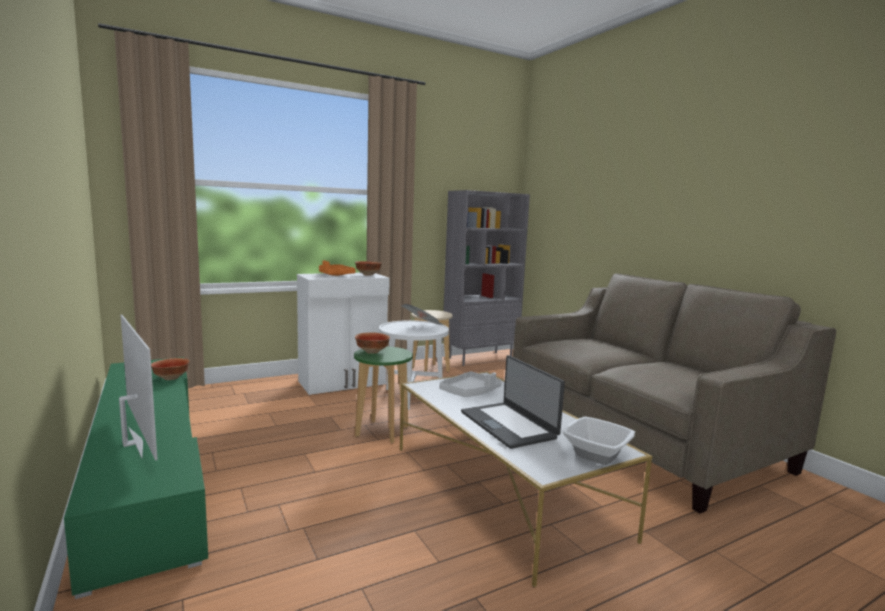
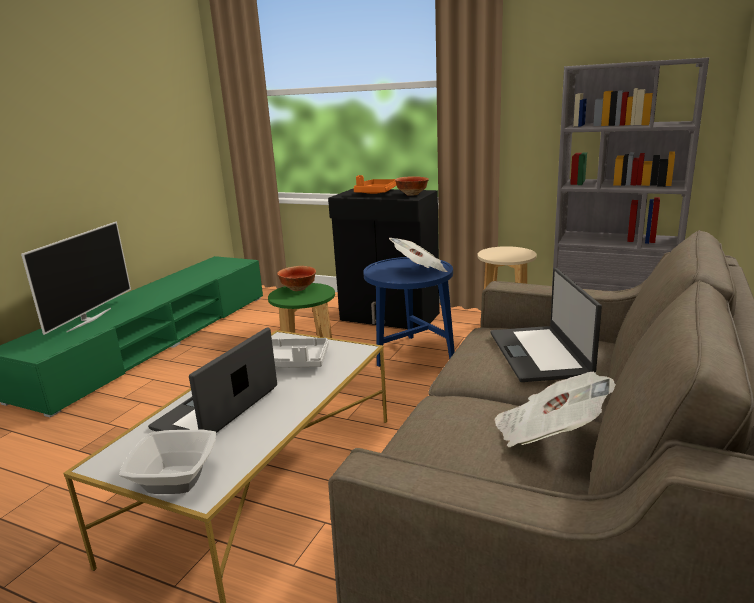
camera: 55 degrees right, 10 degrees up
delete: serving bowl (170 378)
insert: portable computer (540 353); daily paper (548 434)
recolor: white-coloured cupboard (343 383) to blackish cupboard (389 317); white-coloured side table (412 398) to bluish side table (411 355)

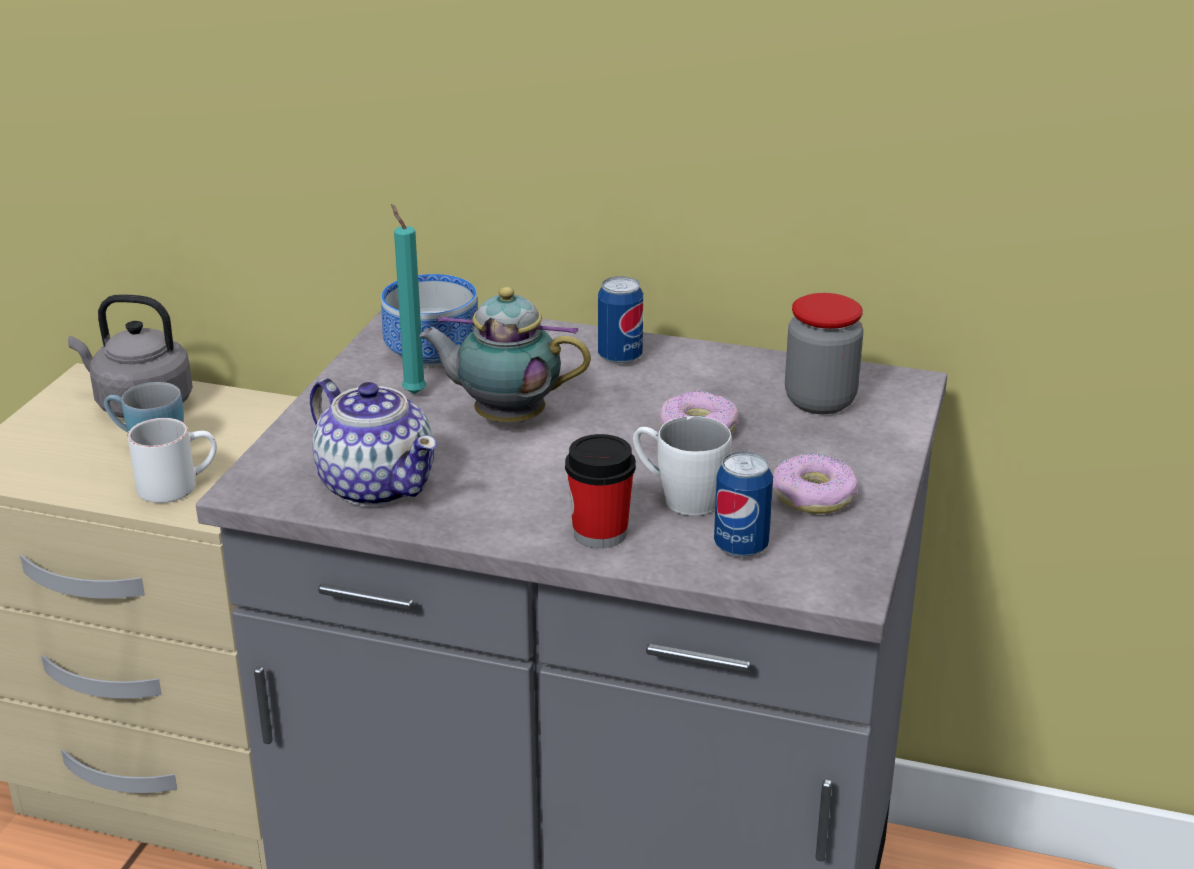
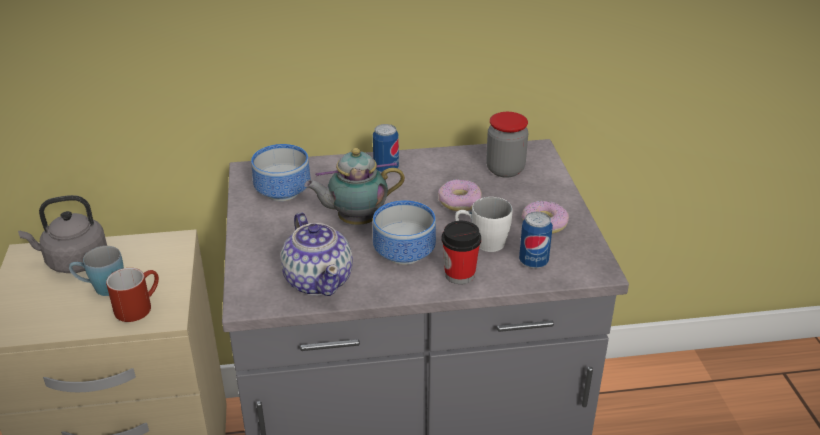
camera: 25 degrees left, 5 degrees up
delete: turquoise-coloured candle (412 392)
insert: serving bowl (402 254)
recolor: white-coloured coffee mug (178 484) to red-coloured coffee mug (138 306)
rotate: tea pot (377 485) = (318 280) 45 degrees clockwise

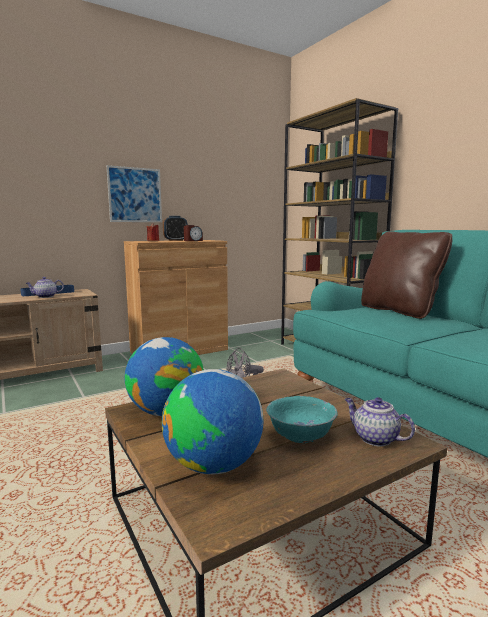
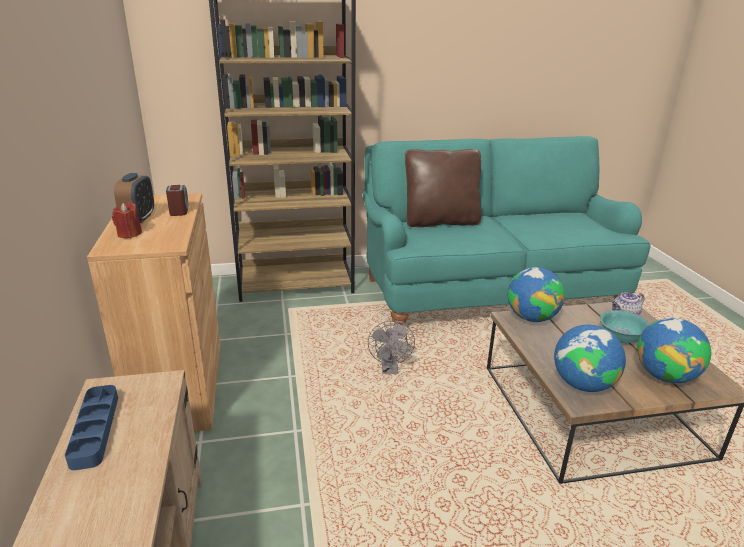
camera: 70 degrees left, 15 degrees up
delete: tea pot (45 296); picture (135 195)
insert: desk globe (531 318)

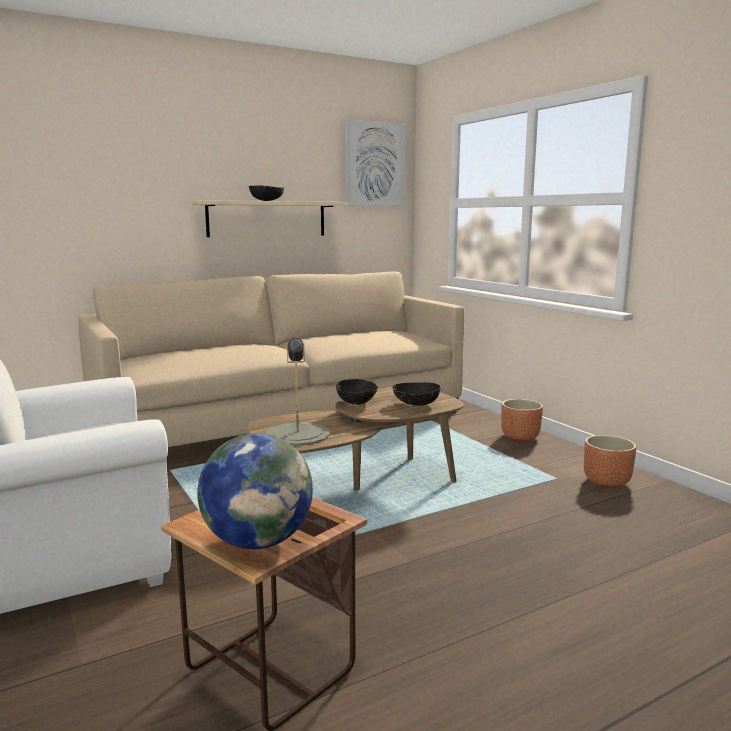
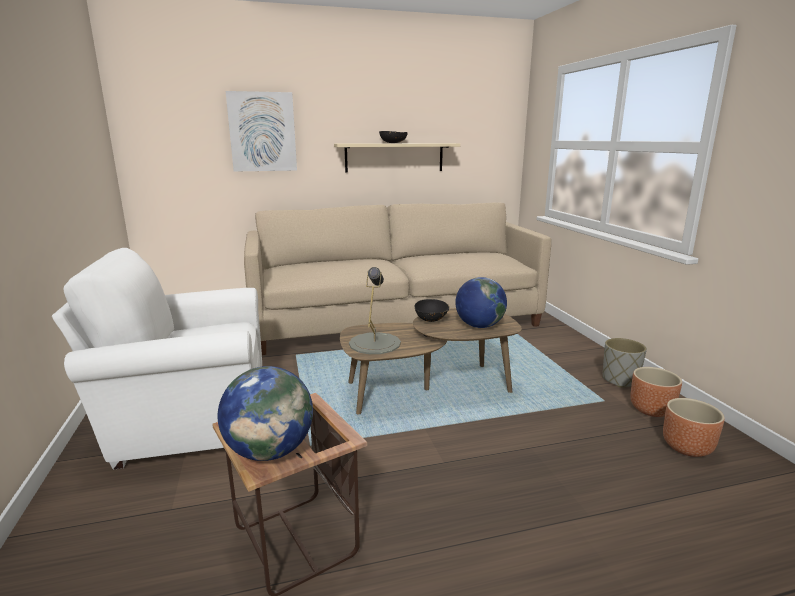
camera: 15 degrees right, 5 degrees up
insert: greyish planter (619 380)
move: picture (374 164) to (262 132); brownish planter (520 437) to (686 447)
replace: blackish serving bowl (415 404) to desk globe (479 326)

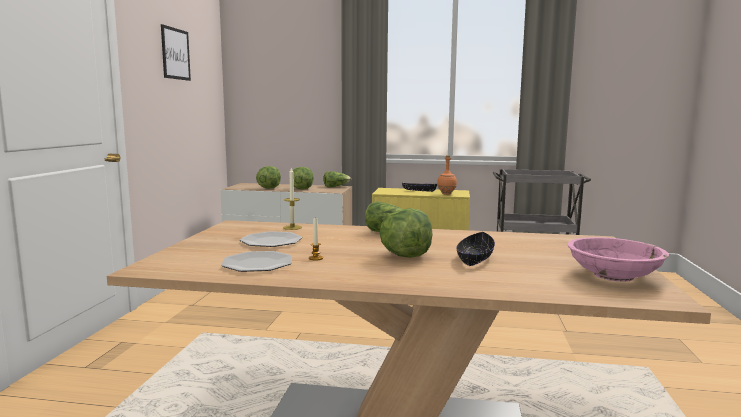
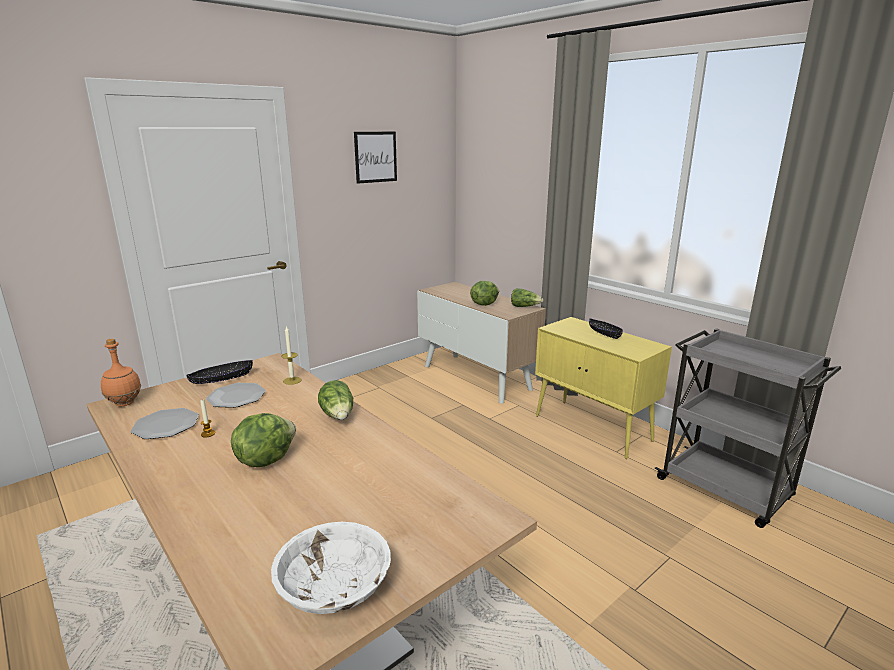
camera: 40 degrees right, 10 degrees up
delete: lettuce (269 188)
move: orange-coloured drink bottle (446 194) to (125 403); blackish serving bowl (475 258) to (222 379)
recolor: pink-coloured serving bowl (614 276) to white-coloured serving bowl (334 590)

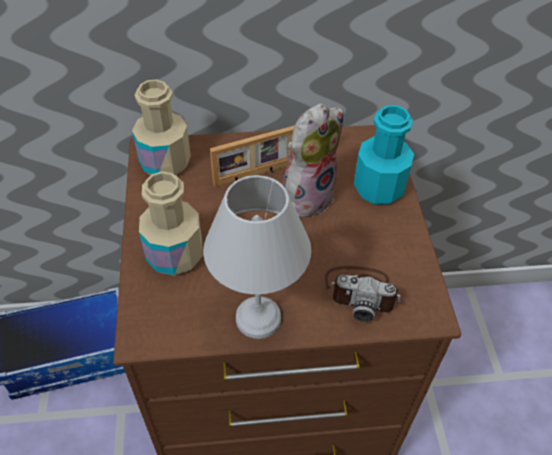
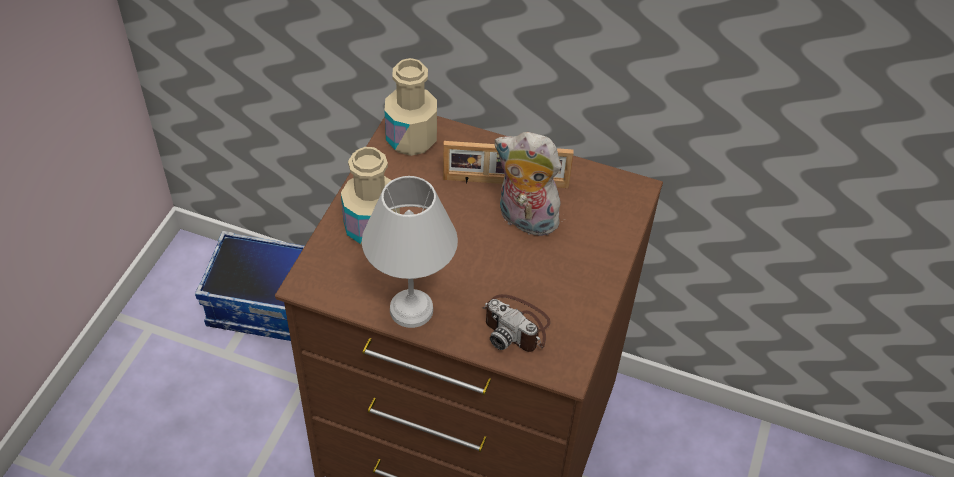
camera: 25 degrees right, 0 degrees up
delete: turquoise-coloured drink bottle (379 188)
rotate: soft toy (307 195) = (524 220) 135 degrees counterclockwise

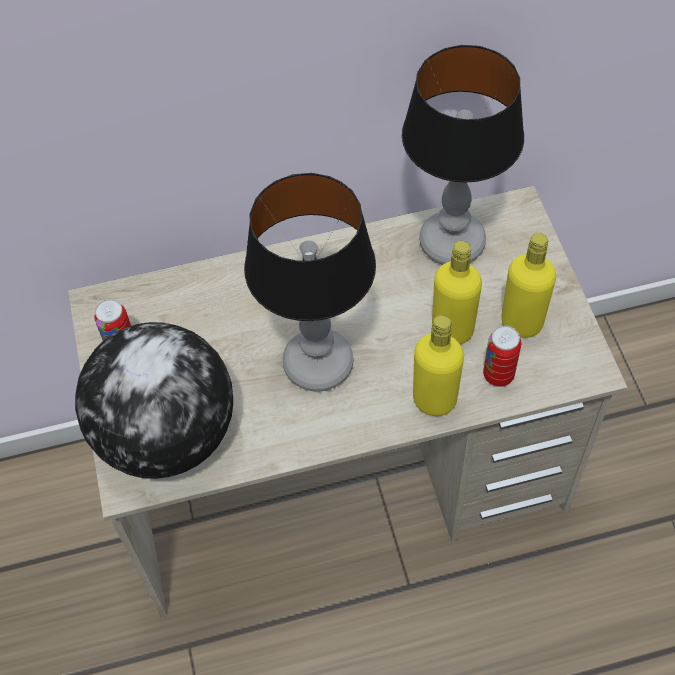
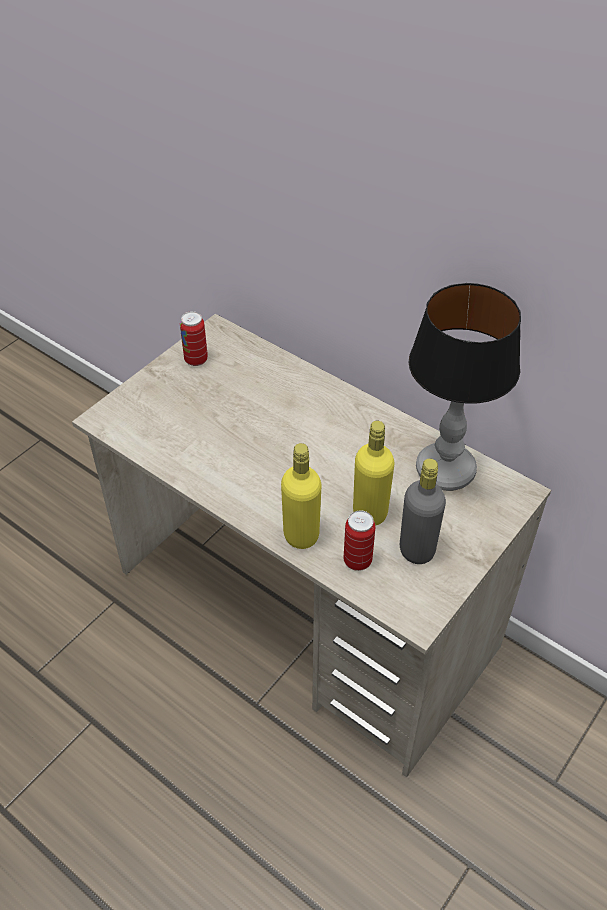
camera: 50 degrees right, 10 degrees down
delete: desk globe (168 434); lamp for a table (316 364)
recolor: yellow drink bottle (521 323) to greyish drink bottle (417 550)

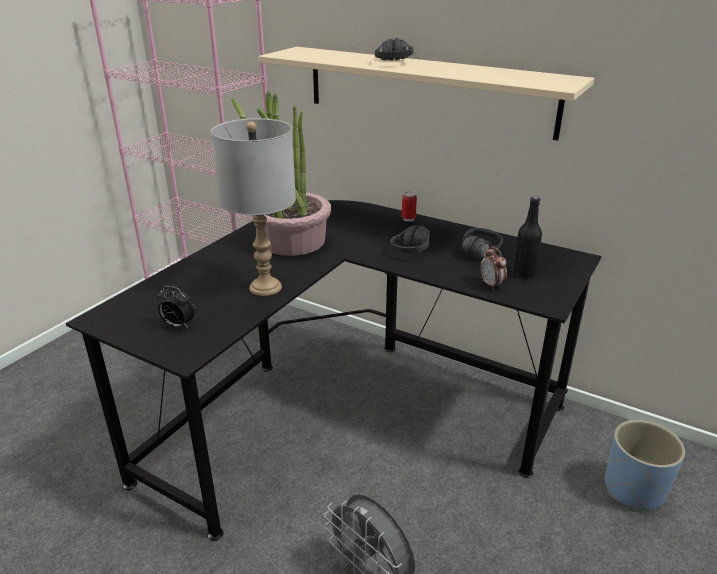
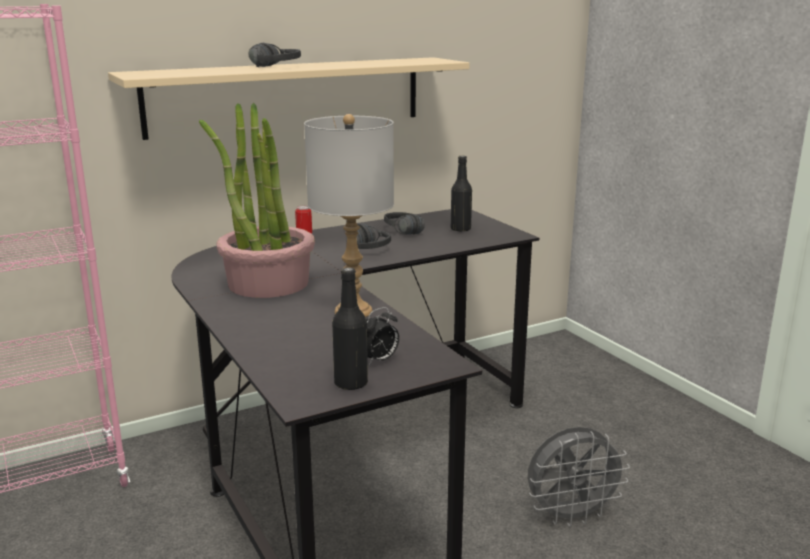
camera: 60 degrees left, 10 degrees down
delete: alarm clock (491 285); bluish planter (634 490)
insert: blackish drink bottle (351 383)

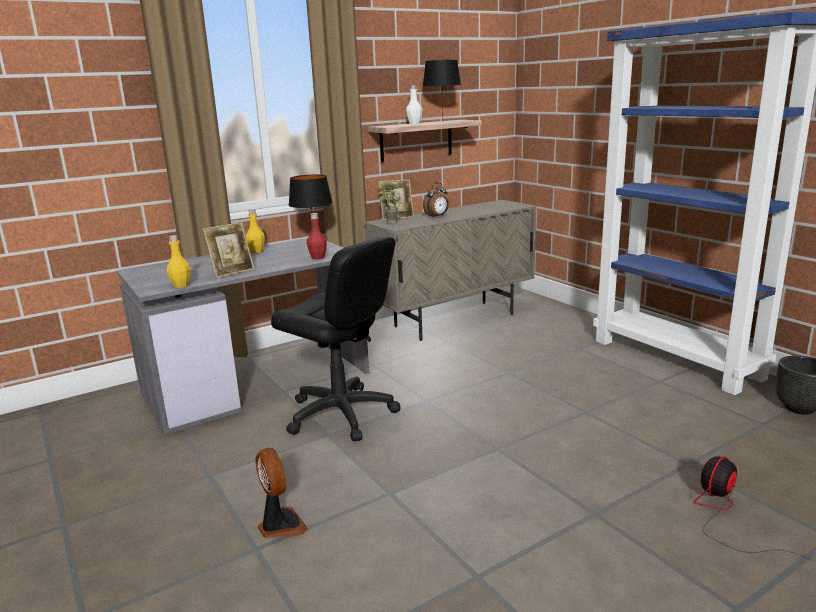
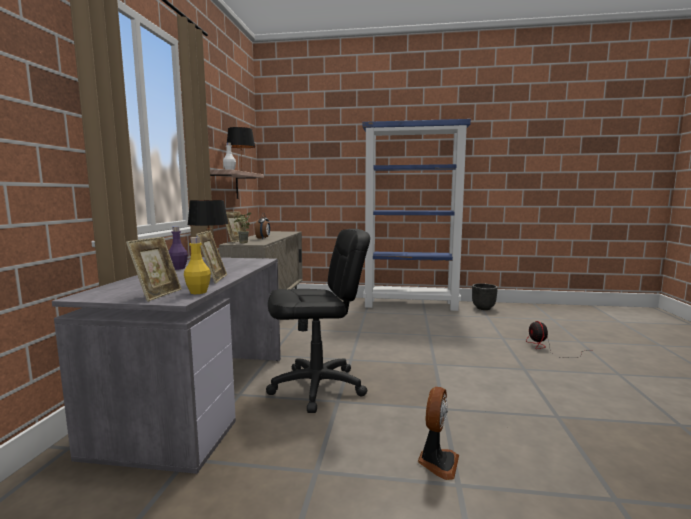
camera: 50 degrees left, 10 degrees down
delete: red-coloured drink bottle (317 257)
insert: picture frame (158 295)
recolor: yellow drink bottle (256 251) to purple drink bottle (178 268)
rotate: fan (280 526) = (437 462) 105 degrees clockwise

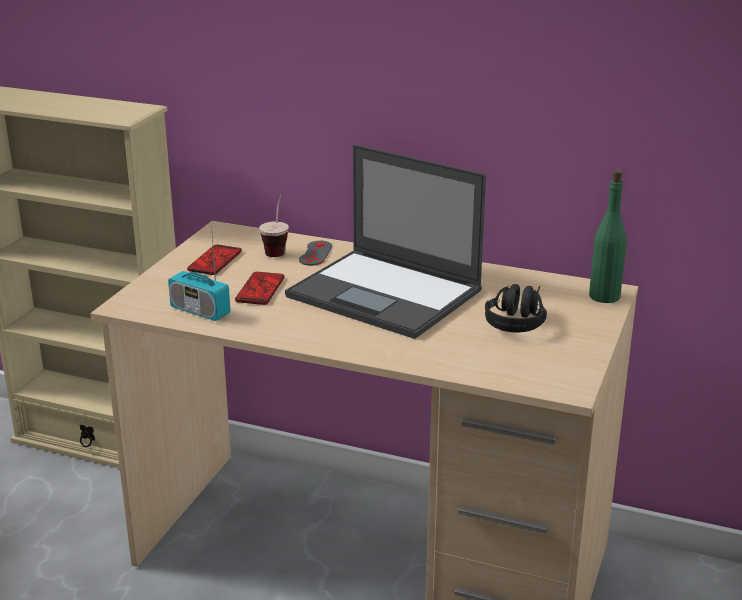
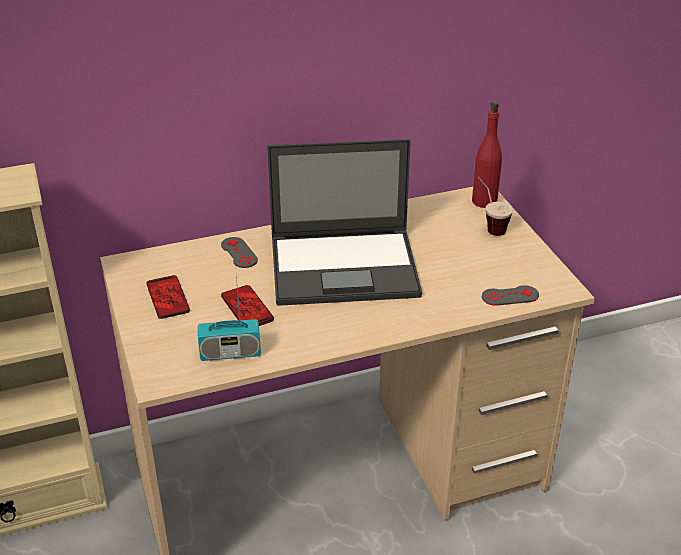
camera: 40 degrees left, 10 degrees up
delete: blackish headset (517 318)
insert: greyish game controller (510 296)
move: small cup (277 249) to (489 226)
recolor: green drink bottle (605 296) to red-coloured drink bottle (484 201)

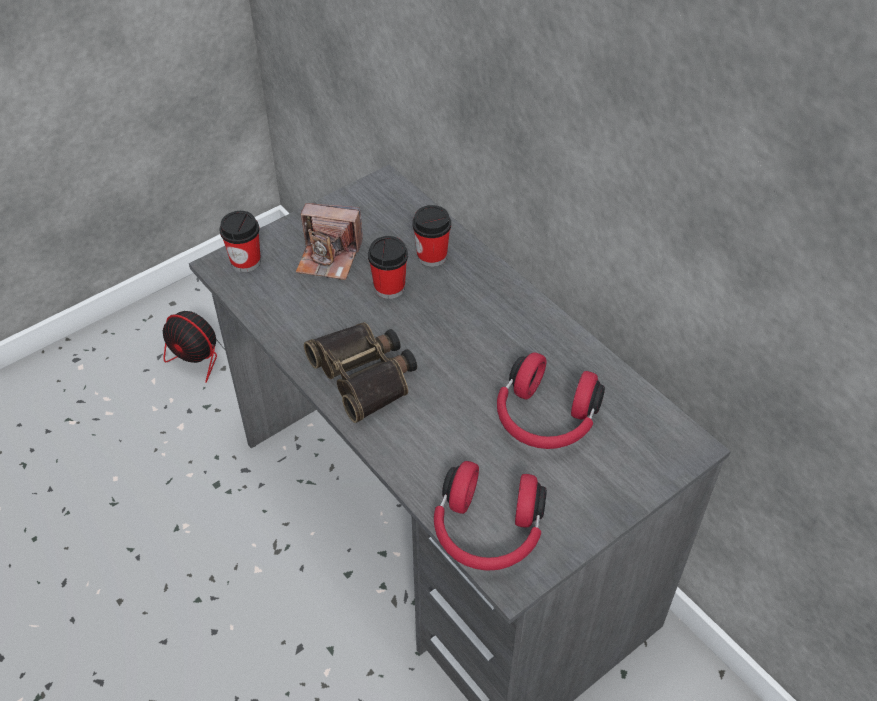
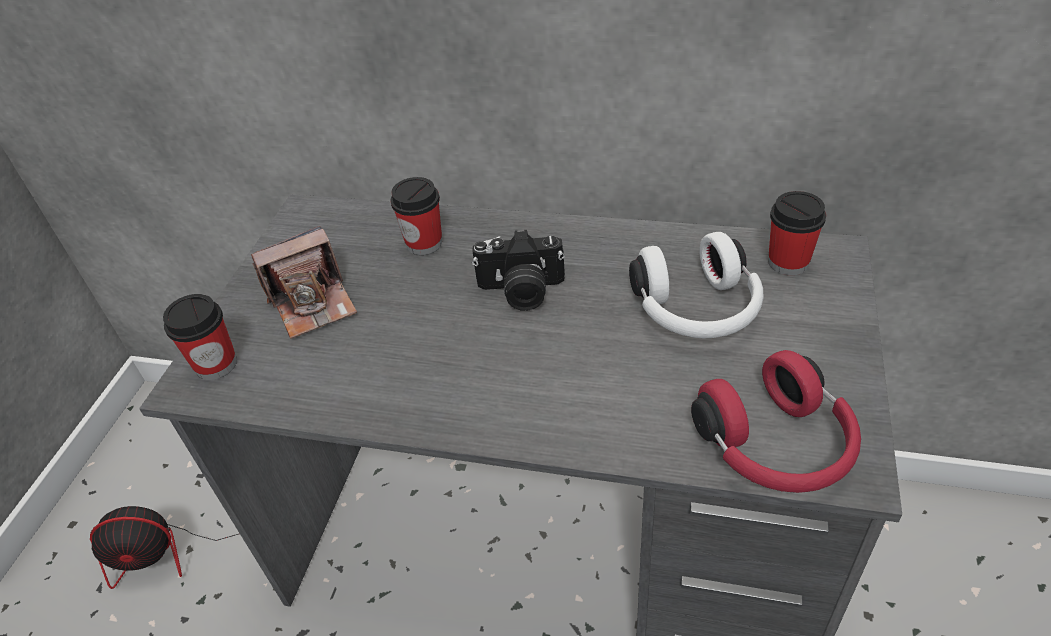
camera: 35 degrees left, 5 degrees down
delete: binoculars (365 375)
insert: photo camera (521 291)
move: small cup (389 288) to (788 262)
recolor: red-coloured headset (545 419) to white-coloured headset (697 310)

